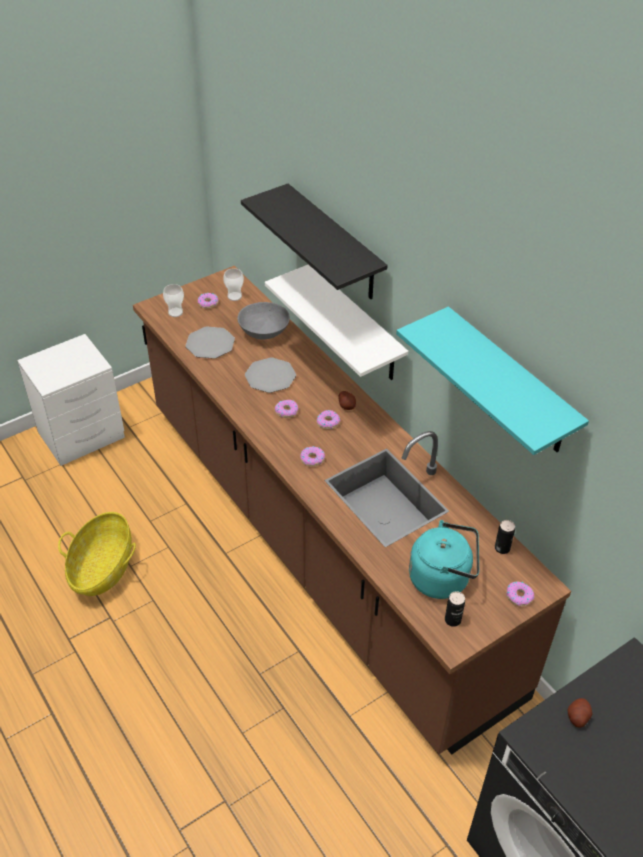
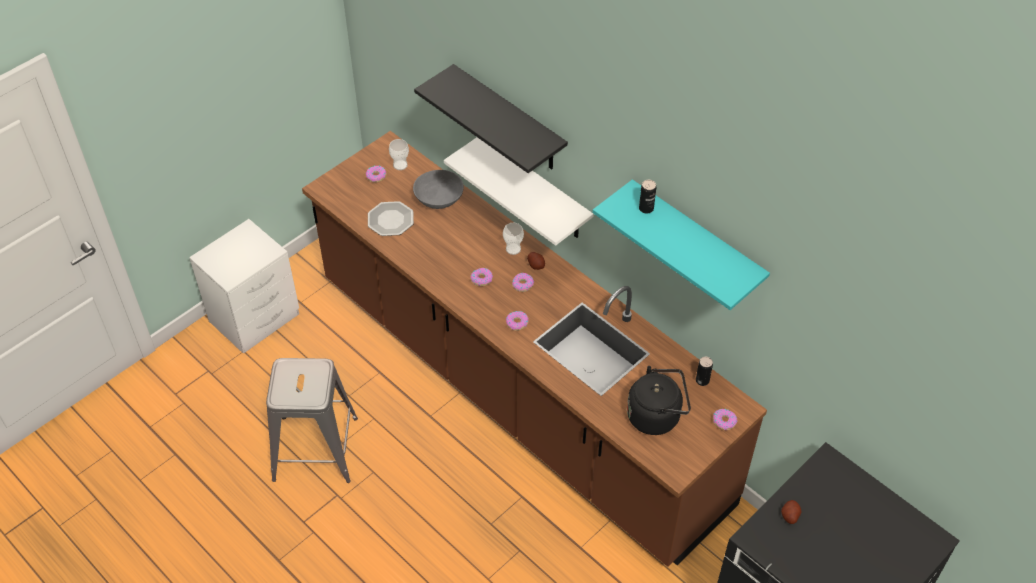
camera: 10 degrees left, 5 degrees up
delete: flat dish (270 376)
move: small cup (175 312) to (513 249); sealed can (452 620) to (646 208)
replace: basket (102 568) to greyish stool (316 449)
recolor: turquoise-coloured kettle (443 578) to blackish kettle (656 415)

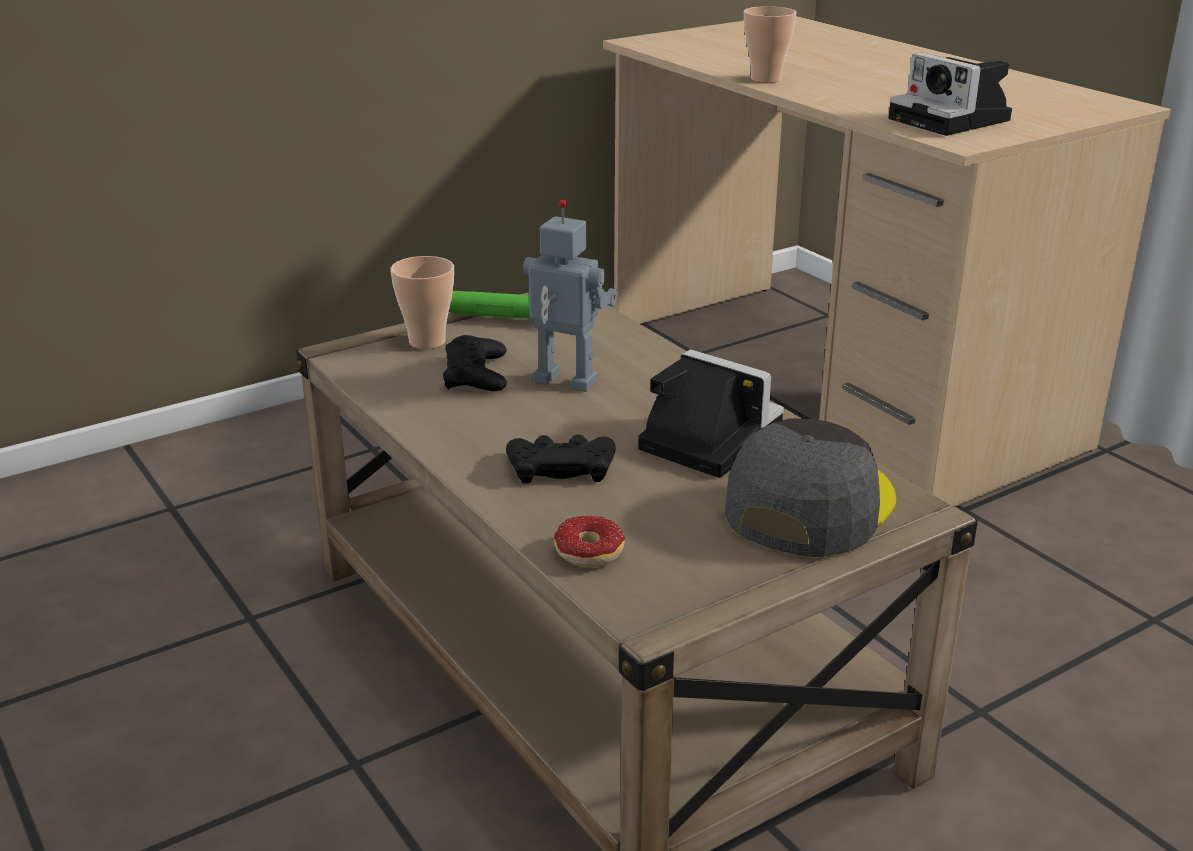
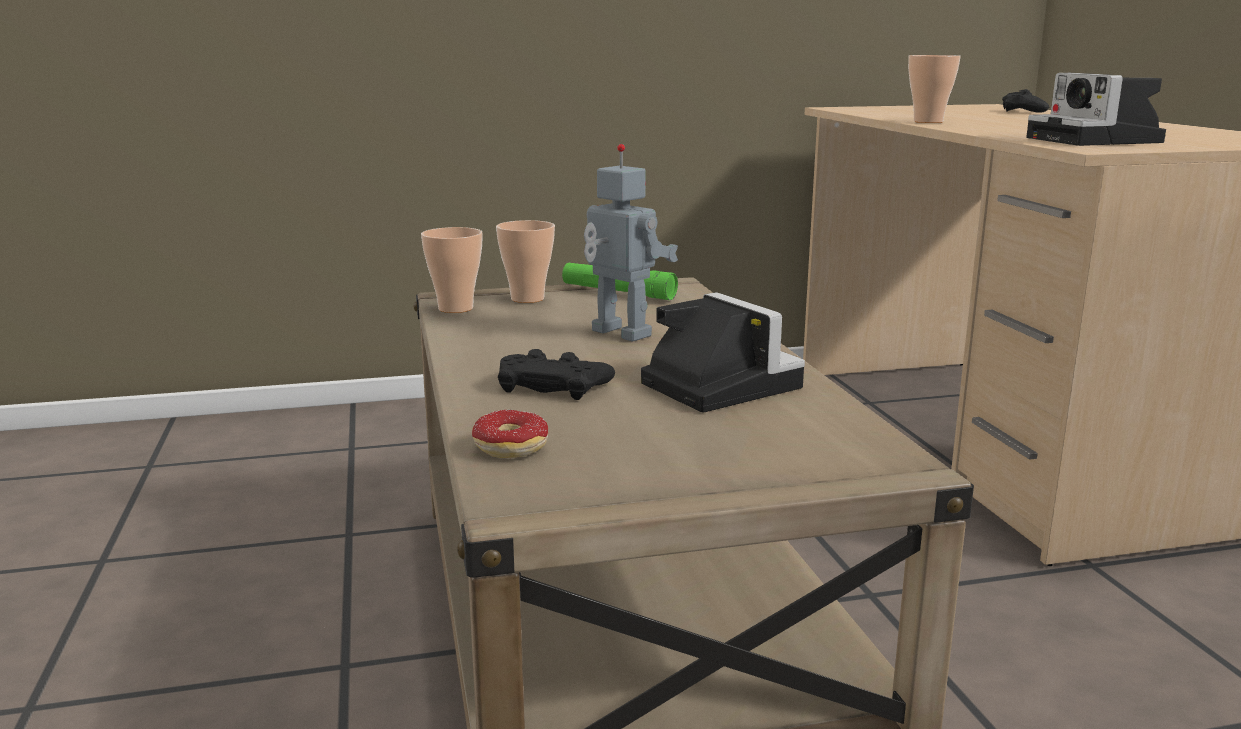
camera: 20 degrees right, 10 degrees down
delete: greyish peaked cap (809 505)
insert: small cup (455 308)
move: blackish game controller (476 374) to (1024 110)

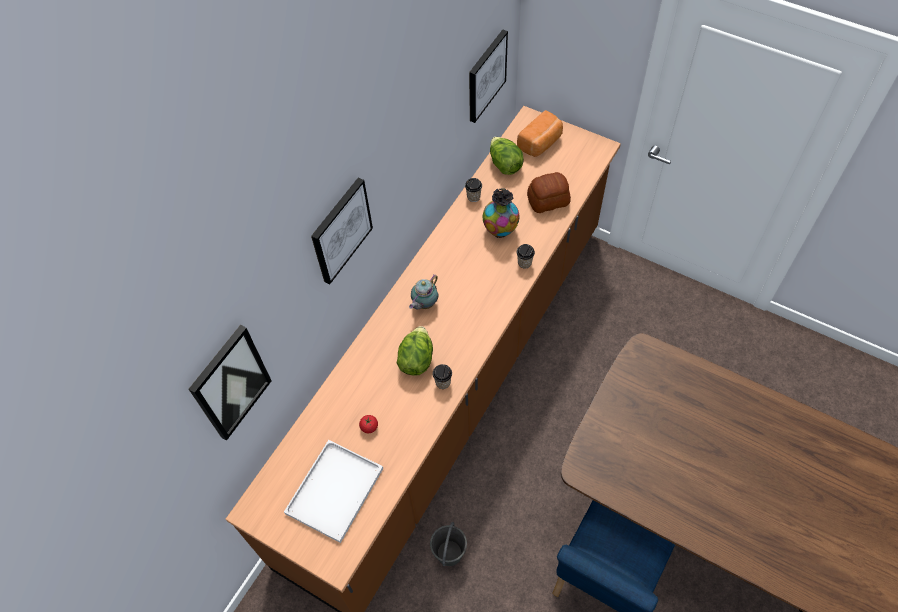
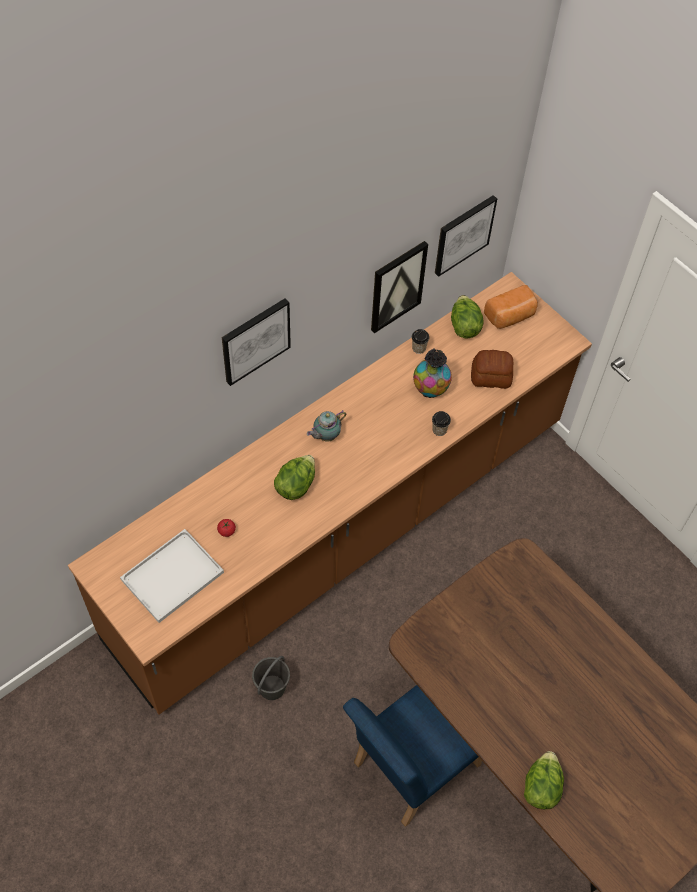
camera: 15 degrees right, 0 degrees up
delete: small cup (443 382)
insert: lettuce (541 787)
move: picture (230 383) to (397 286)

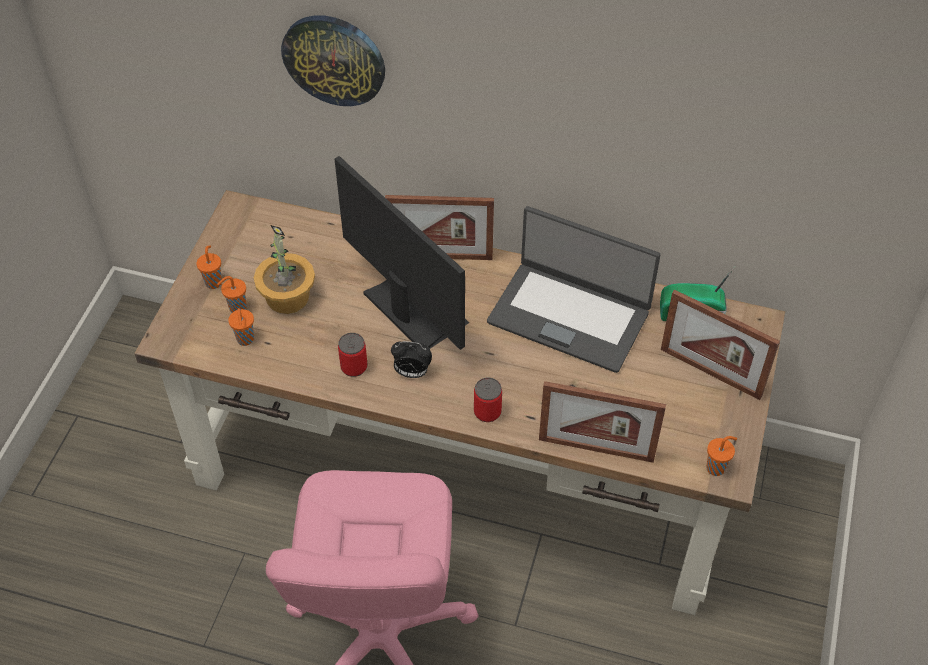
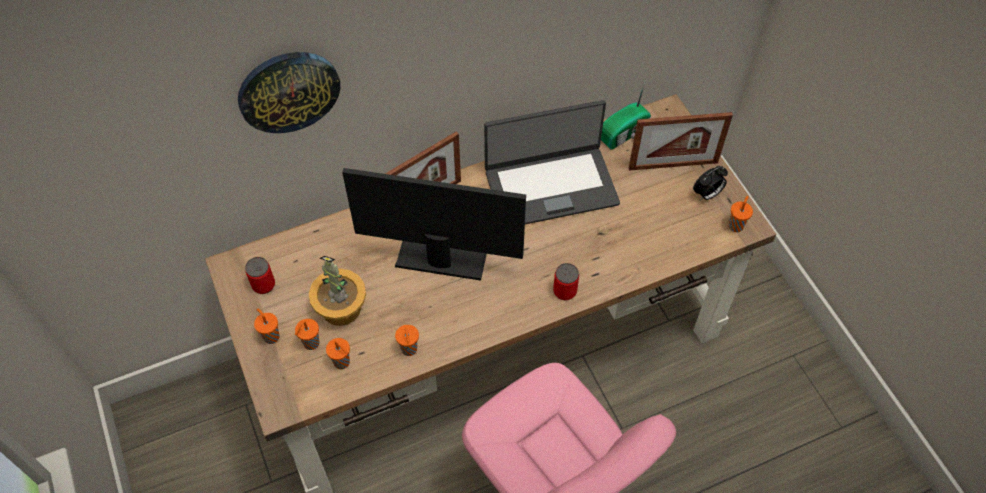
camera: 40 degrees left, 5 degrees up
delete: picture frame (596 449)
insert: orange-coloured small cup (409 350)
move: sealed can (354 367) to (263 285); alarm clock (411 373) to (707 194)

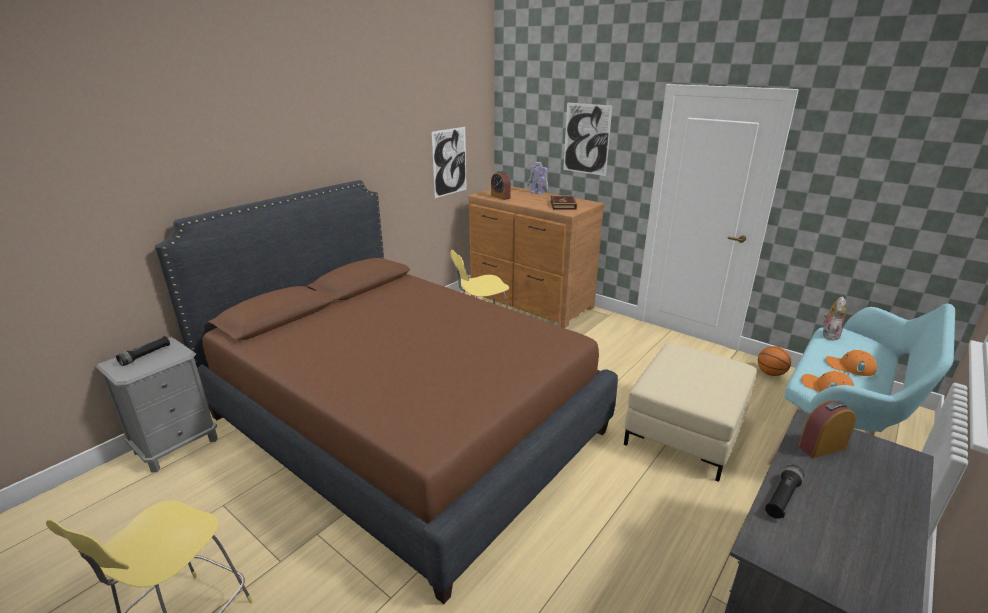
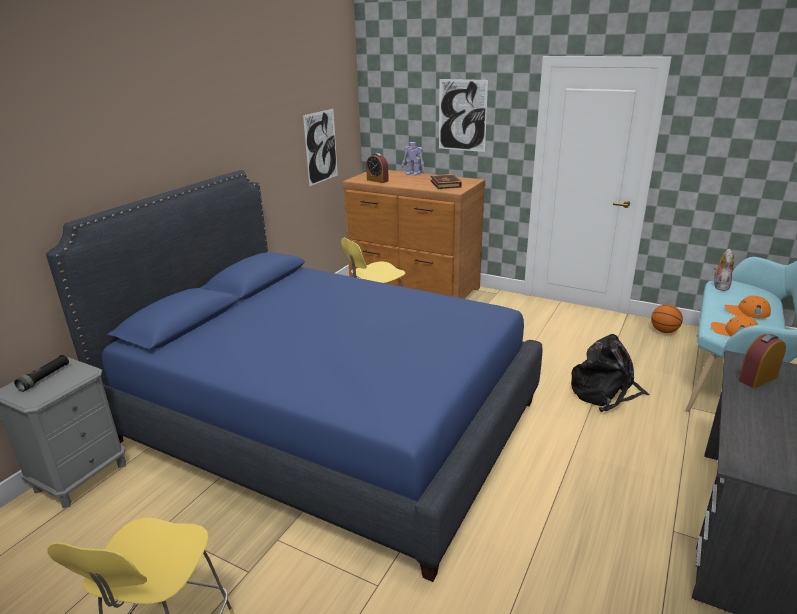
camera: 10 degrees left, 0 degrees up
delete: blackish torch (782 498)
replace: beige ottoman (685 432) to blackish backpack (605 393)
recolor: brownish bed (404 423) to bluish bed (328 421)

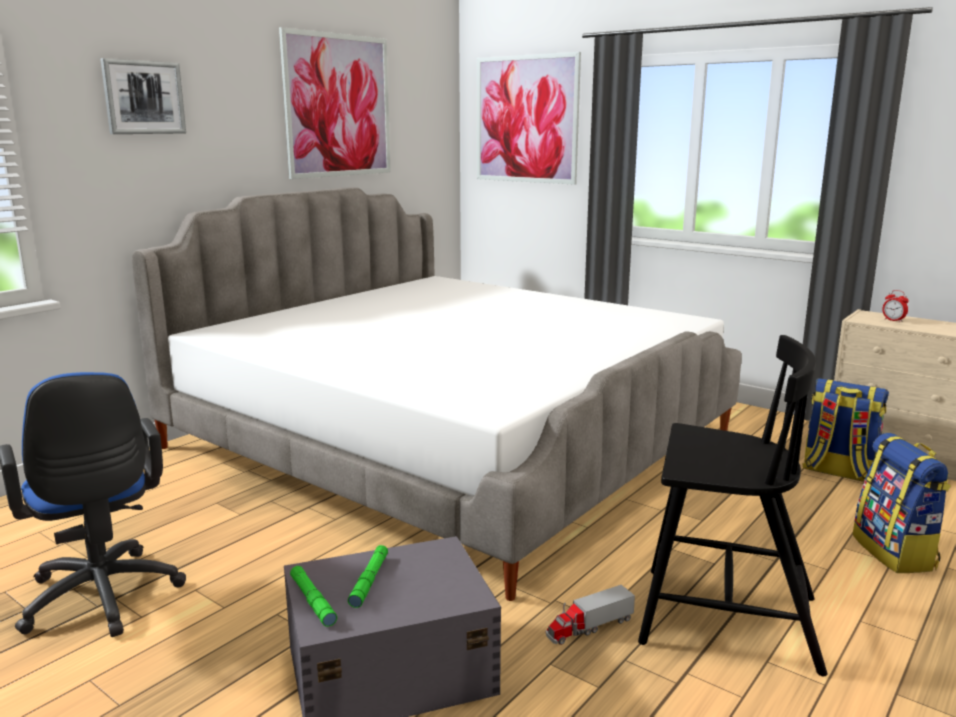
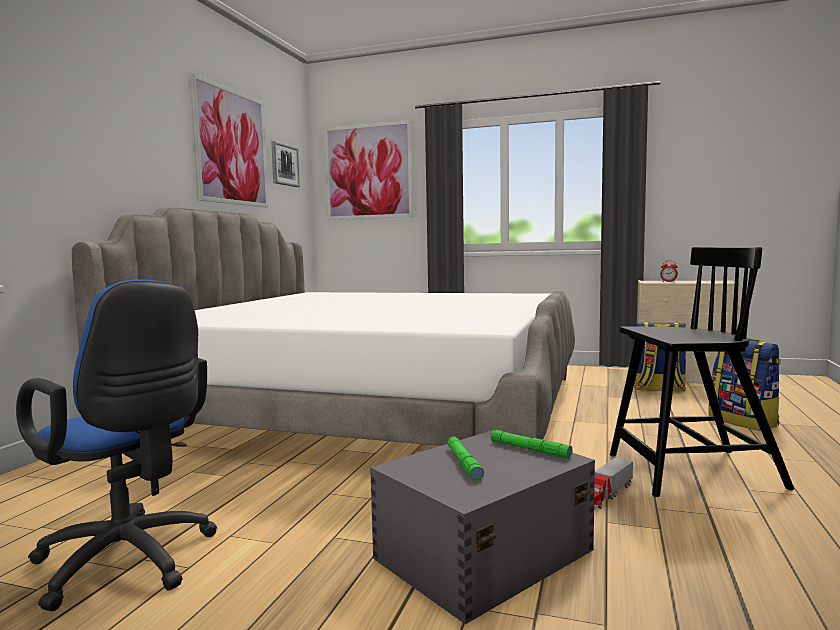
camera: 20 degrees left, 10 degrees down
move: picture (143 97) to (284 165); green torch (312 601) to (529 449)

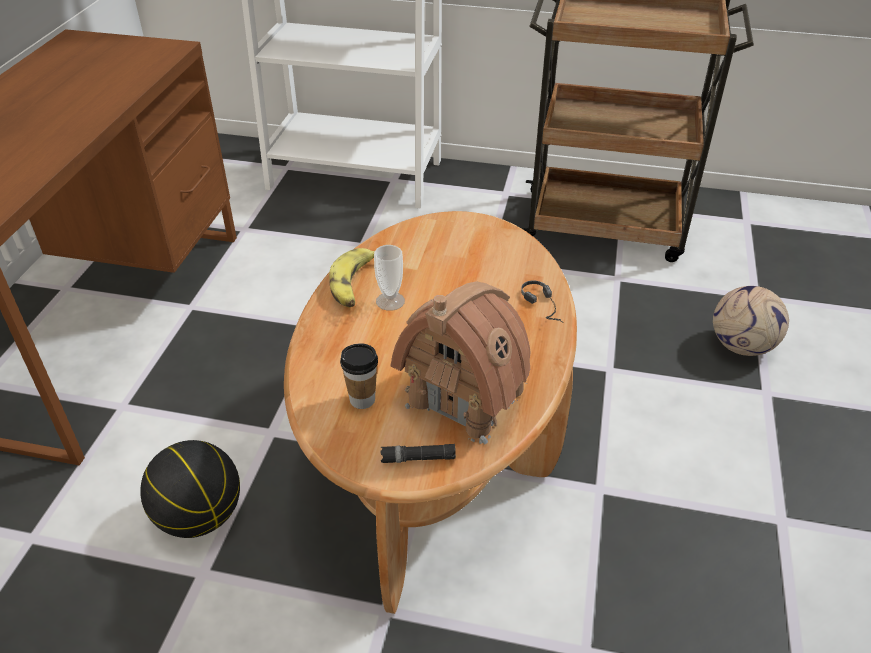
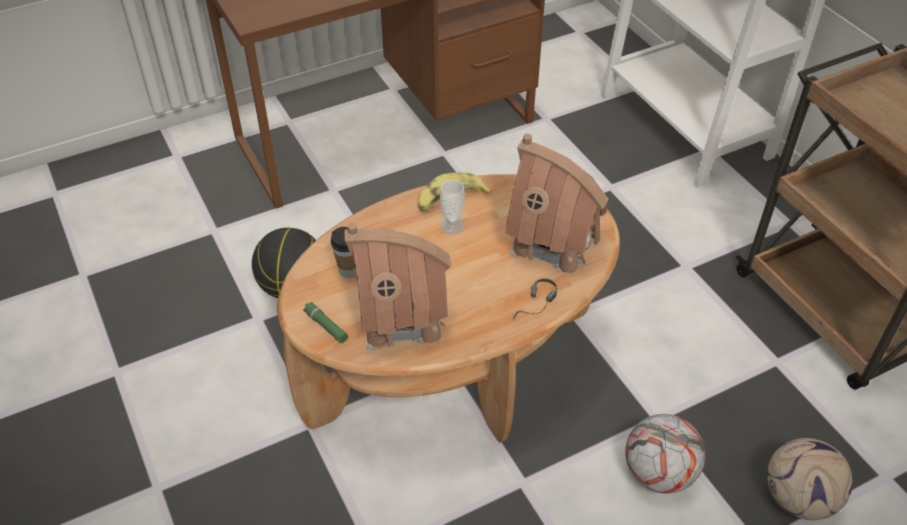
camera: 50 degrees right, 5 degrees up
insert: toy house (554 242); football (659 474)
recolor: blackish torch (418 458) to green torch (326 326)

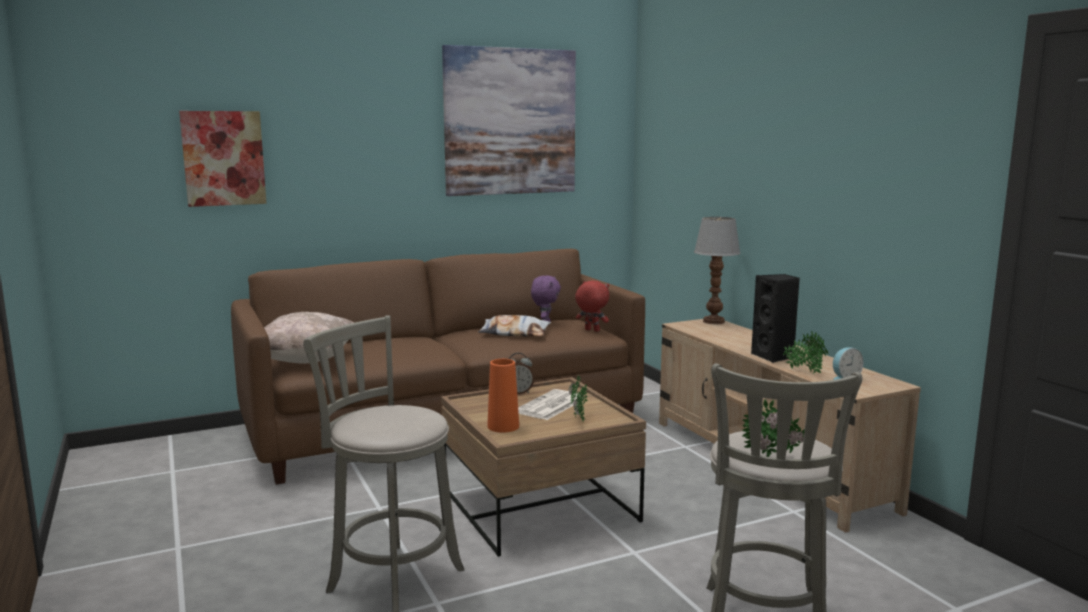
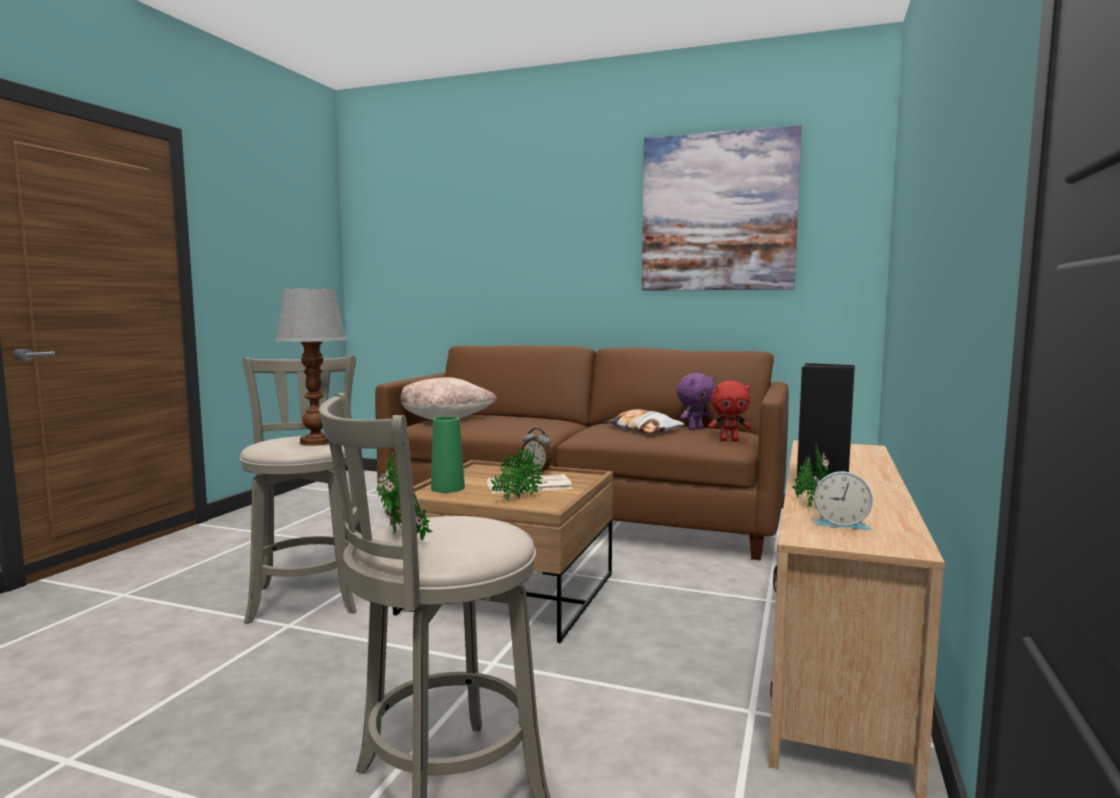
camera: 45 degrees right, 5 degrees down
delete: picture (223 158)
move: lamp for a table (713 321) to (317 442)
recolor: orange-coloured vase (503 426) to green vase (447 488)
rotate: red-coloured soft toy (591 330) = (729 440) 105 degrees clockwise

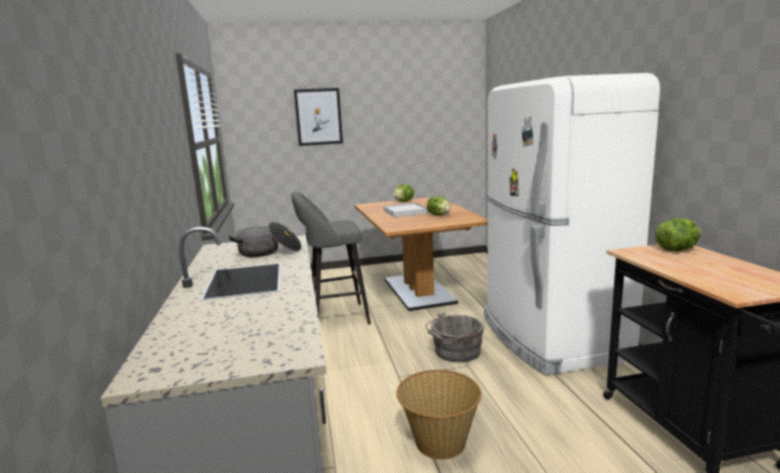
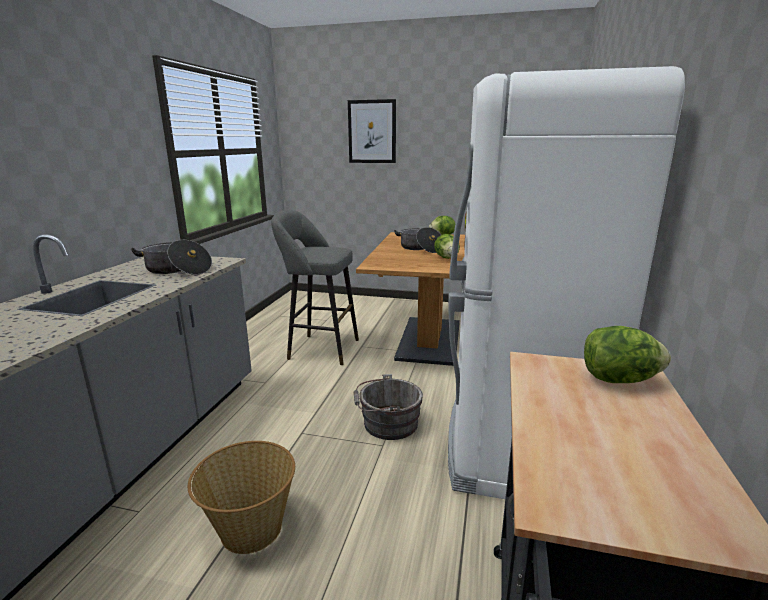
camera: 25 degrees right, 5 degrees up
replace: white-coloured tray (405 212) to cooking pot (420 248)

